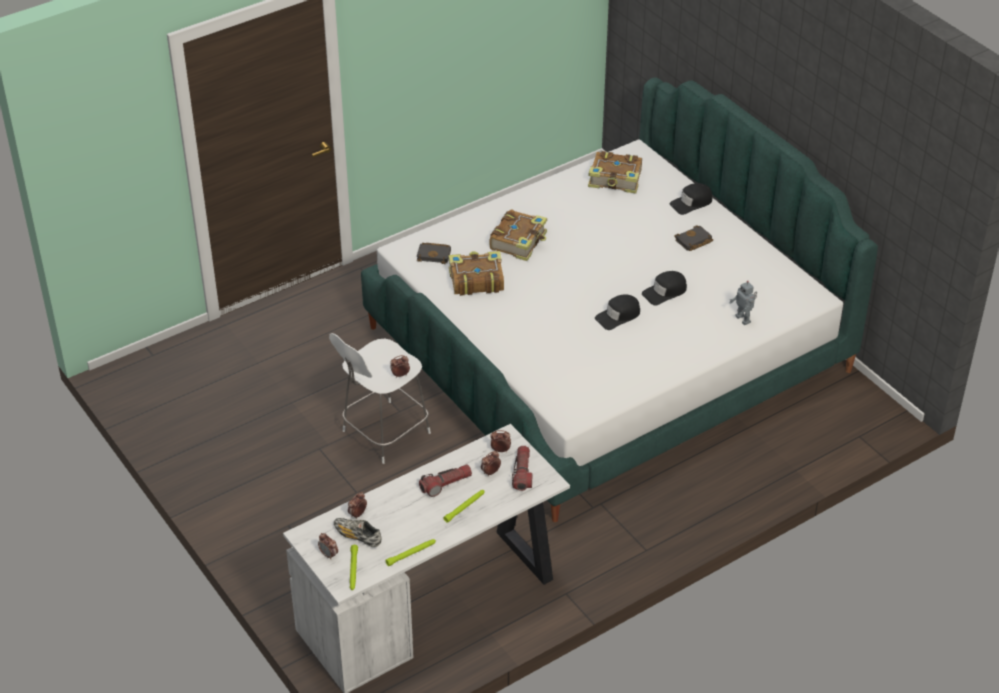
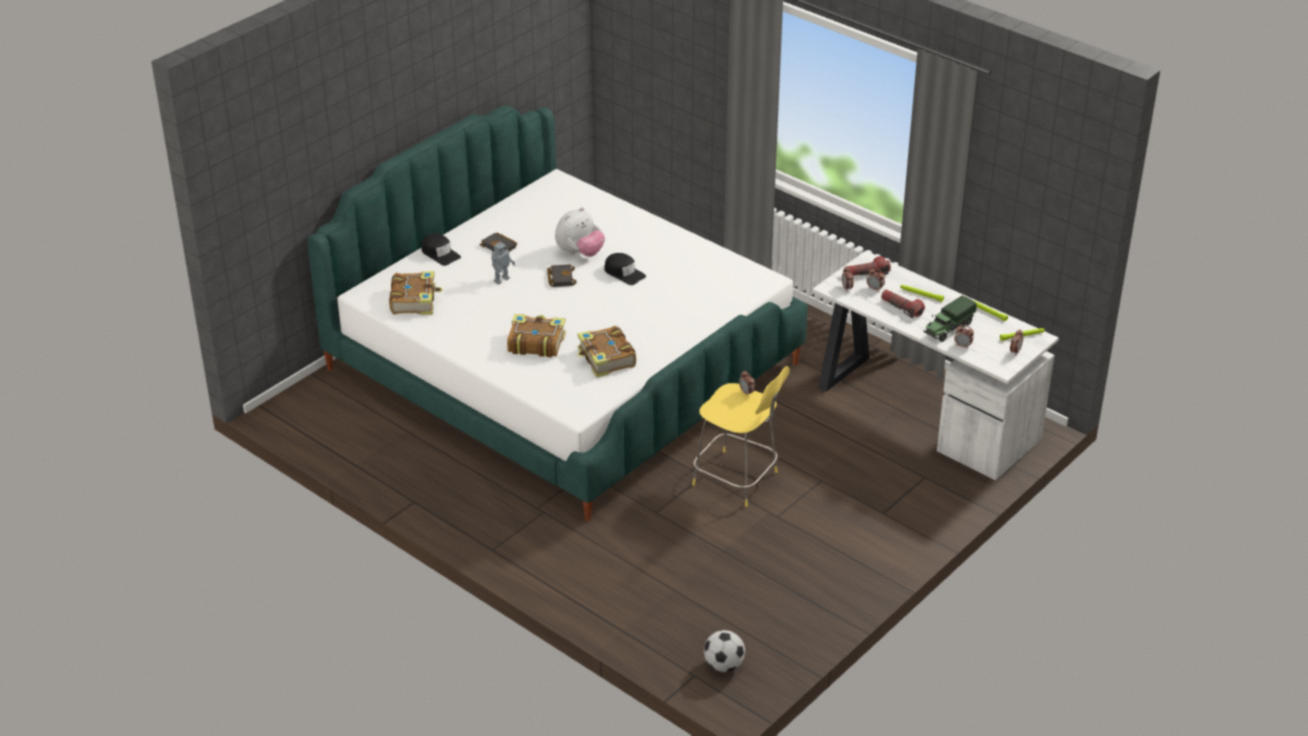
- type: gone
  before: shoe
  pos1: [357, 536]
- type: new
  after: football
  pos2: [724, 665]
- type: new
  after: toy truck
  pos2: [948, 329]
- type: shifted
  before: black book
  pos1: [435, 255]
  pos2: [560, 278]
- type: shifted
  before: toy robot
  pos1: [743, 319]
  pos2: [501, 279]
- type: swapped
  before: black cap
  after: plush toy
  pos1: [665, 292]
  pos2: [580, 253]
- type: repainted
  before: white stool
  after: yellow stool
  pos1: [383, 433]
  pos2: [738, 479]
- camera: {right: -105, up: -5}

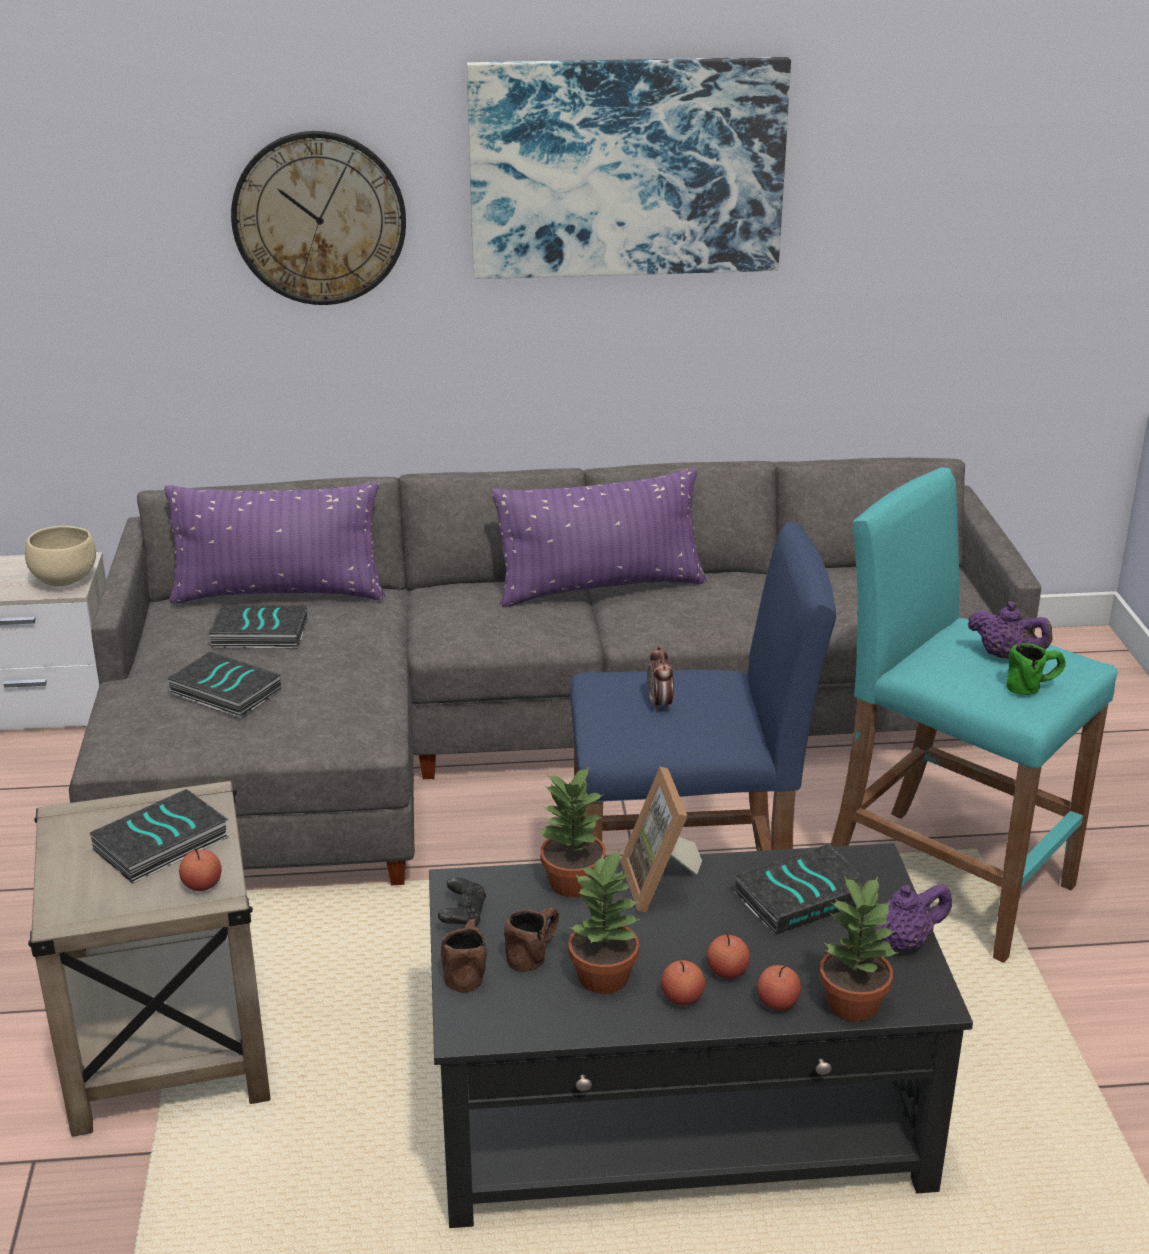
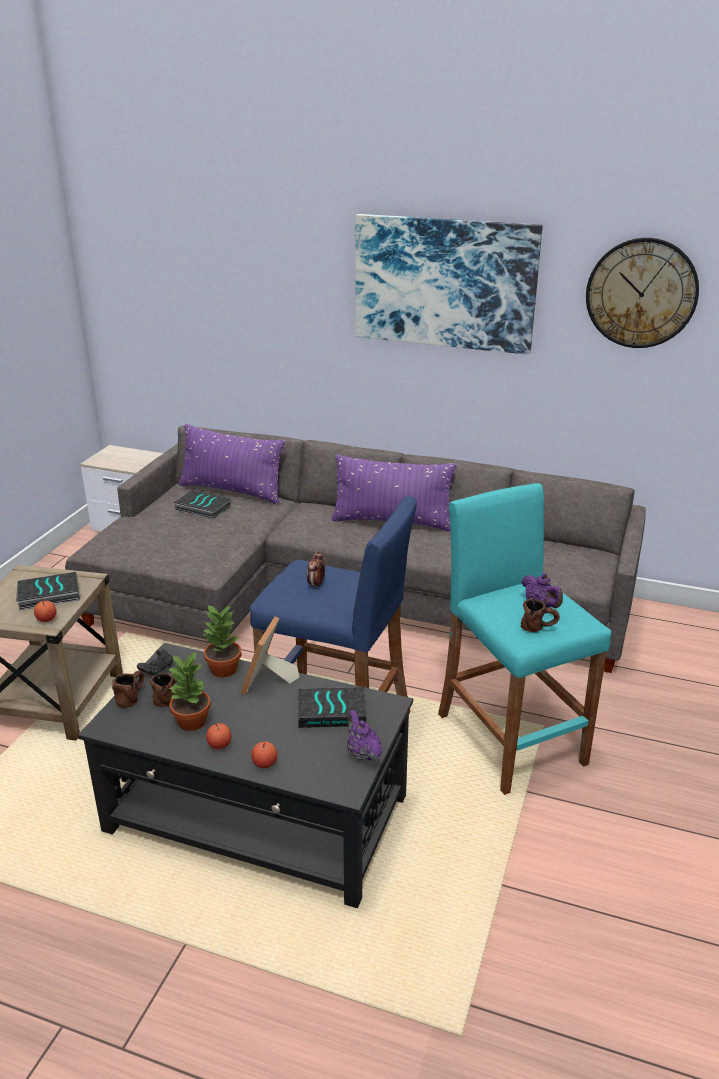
- type: gone
  before: beige bowl
  pos1: [65, 580]
- type: gone
  before: book
  pos1: [223, 692]
- type: gone
  before: apple
  pos1: [727, 971]
- type: gone
  before: potted plant
  pos1: [852, 1002]
- type: shifted
  before: wall clock
  pos1: [319, 218]
  pos2: [641, 293]
- type: repainted
  before: green mug
  after: brown mug
  pos1: [1033, 686]
  pos2: [539, 628]
- type: rotated
  before: purple teapot
  pos1: [902, 943]
  pos2: [362, 754]
  turn: -120
- camera: {right: 25, up: 0}

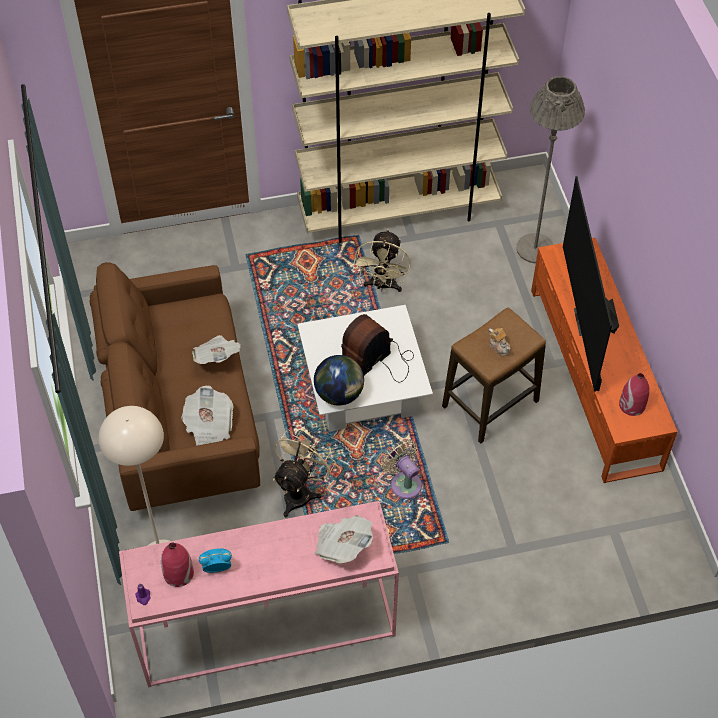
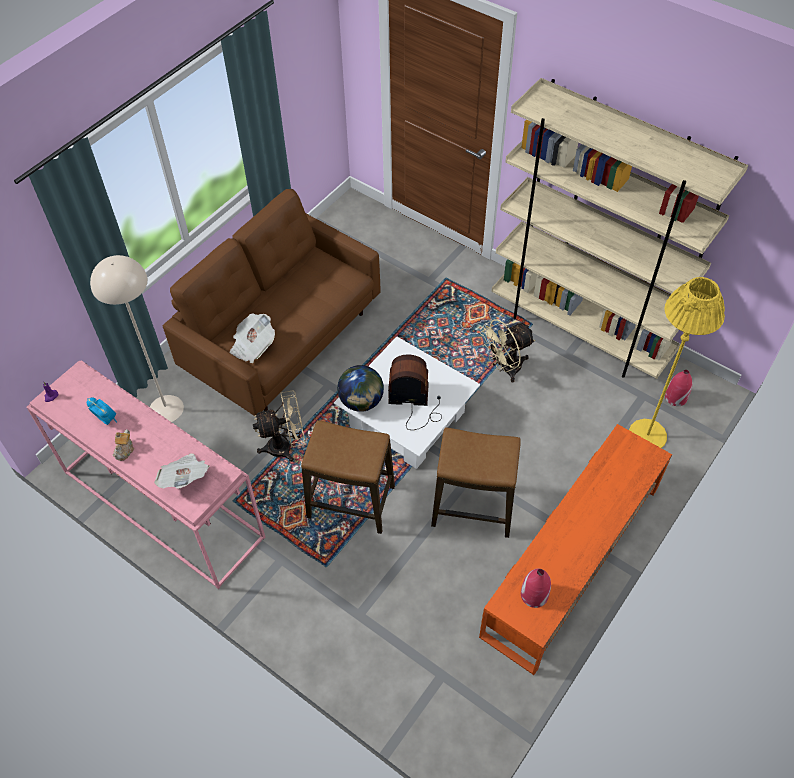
- type: gone
  before: newspaper
  pos1: [217, 357]
- type: gone
  before: television
  pos1: [588, 321]
- type: shifted
  before: red vase
  pos1: [178, 573]
  pos2: [675, 397]
- type: shifted
  before: teapot
  pos1: [499, 346]
  pos2: [125, 450]
- type: swapped
  before: beige fan
  after: stool
  pos1: [404, 483]
  pos2: [350, 502]
- type: repainted
  before: grey floor lamp
  after: yellow floor lamp
  pos1: [535, 248]
  pos2: [647, 435]
- camera: {right: 50, up: 0}

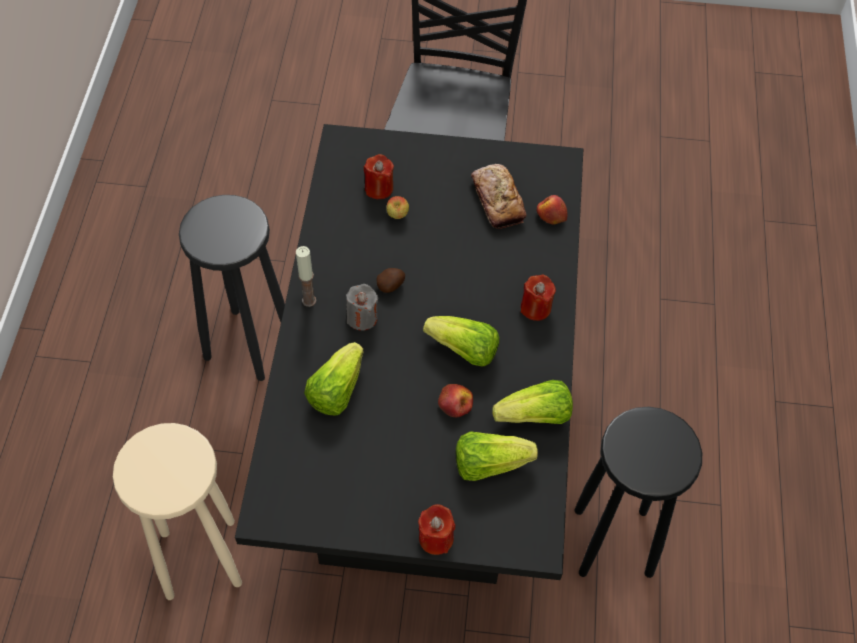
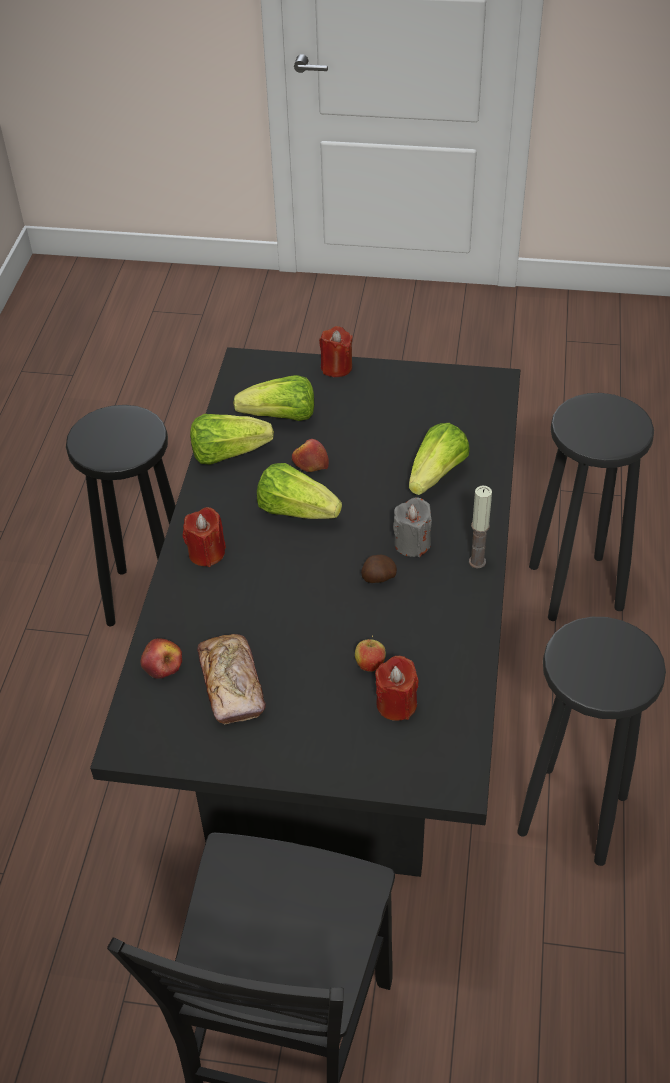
- type: repainted
  before: beige stool
  after: black stool
  pos1: [202, 558]
  pos2: [574, 587]
- camera: {right: -175, up: -10}

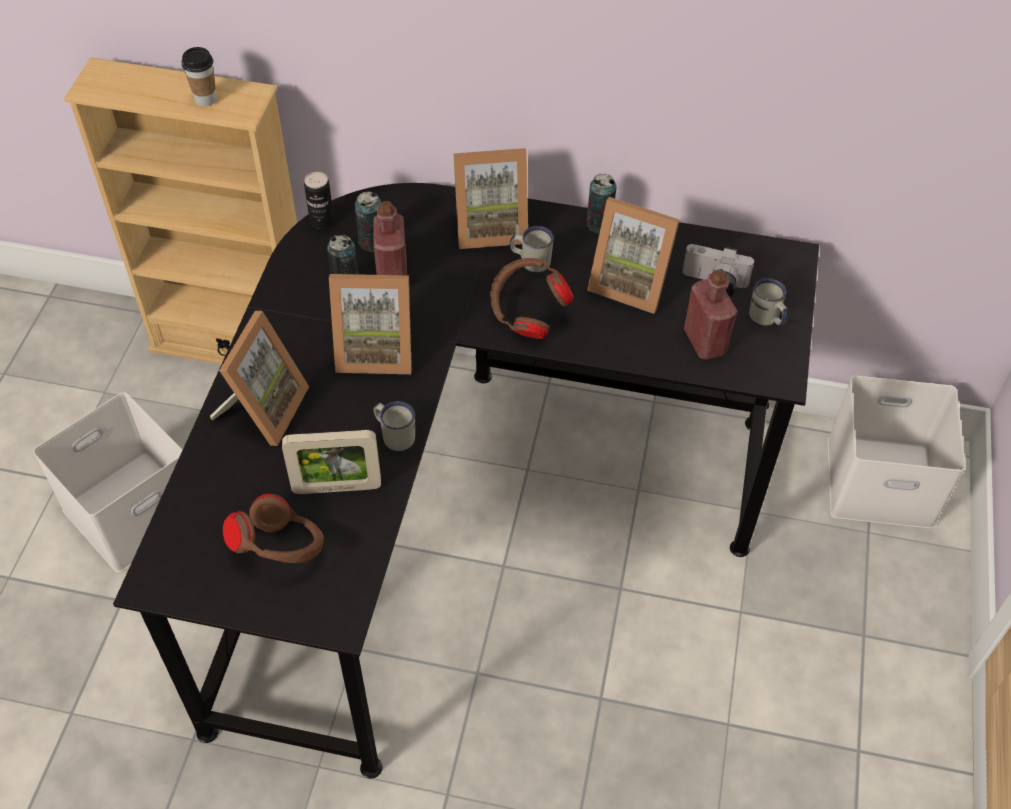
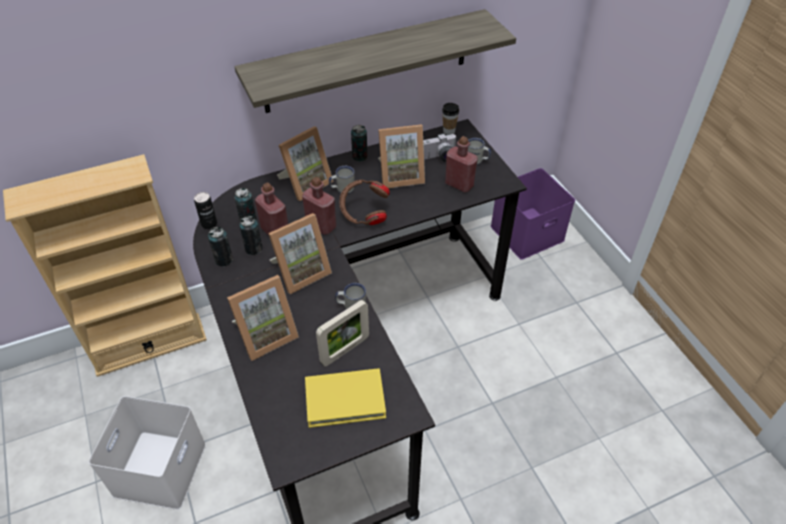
- type: new
  after: can
  pos2: [224, 260]
- type: new
  after: shelf
  pos2: [367, 61]
- type: new
  after: red bottle
  pos2: [321, 225]
- type: shifted
  before: cup
  pos1: [205, 99]
  pos2: [449, 131]
- type: swapped
  before: brown headphones
  after: yellow book
  pos1: [281, 550]
  pos2: [345, 399]
- type: repainted
  before: white storage box
  after: purple storage box
  pos1: [877, 483]
  pos2: [526, 234]
- type: rotated
  before: picture frame
  pos1: [263, 409]
  pos2: [265, 335]
  turn: 75
- camera: {right: -35, up: -5}

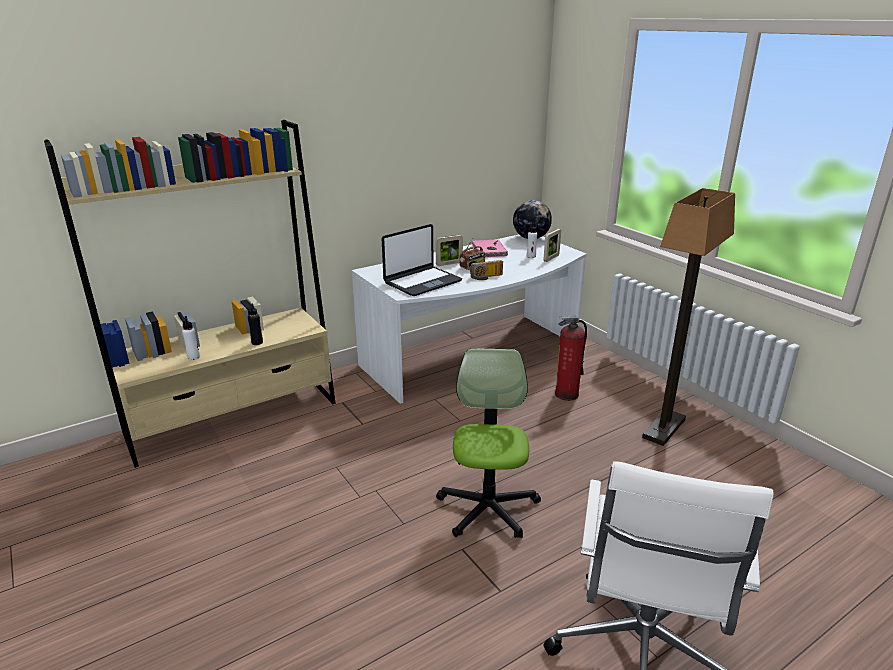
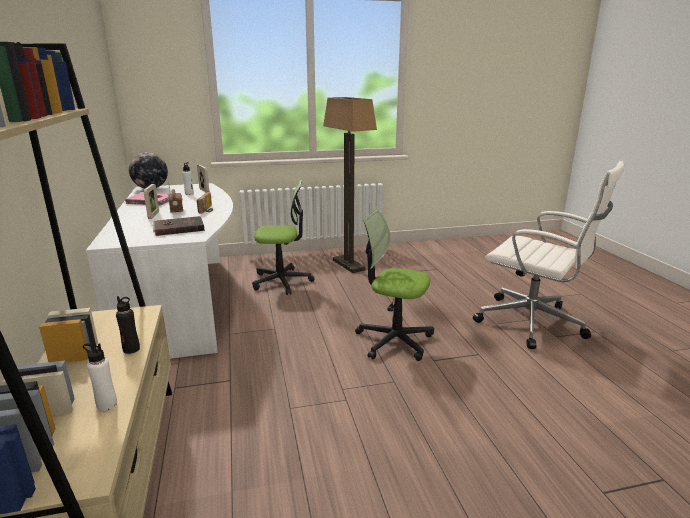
- type: swapped
  before: laptop
  after: brown book
  pos1: [422, 282]
  pos2: [178, 228]
- type: swapped
  before: fire extinguisher
  after: office chair
  pos1: [566, 394]
  pos2: [282, 281]
- camera: {right: -70, up: -5}

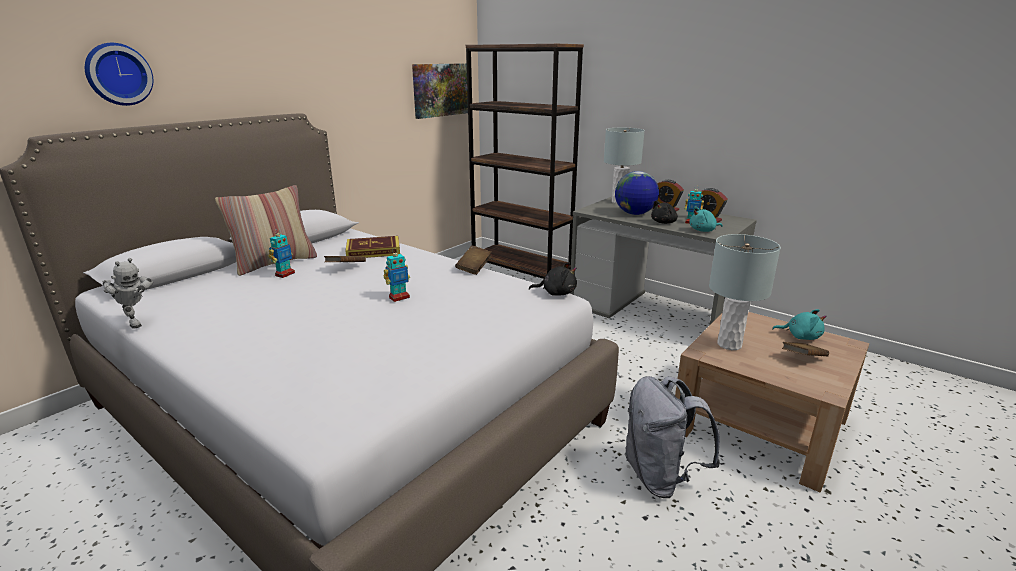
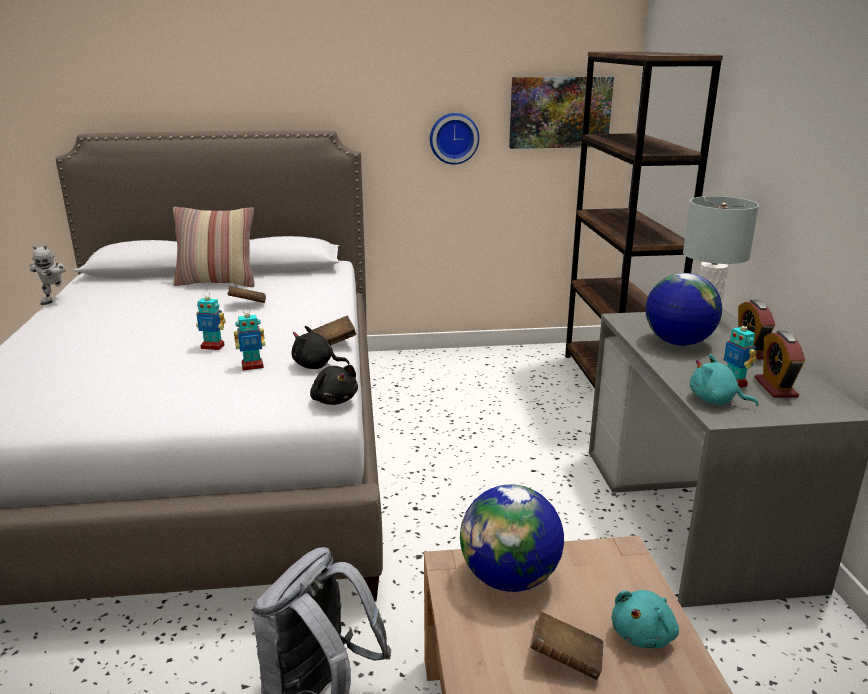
- type: gone
  before: book
  pos1: [373, 251]
- type: shifted
  before: wall clock
  pos1: [118, 74]
  pos2: [453, 138]
- type: shifted
  before: toy robot
  pos1: [284, 274]
  pos2: [252, 366]
- type: shifted
  before: black plush toy
  pos1: [664, 222]
  pos2: [316, 366]
- type: swapped
  before: grey table lamp
  after: globe
  pos1: [729, 344]
  pos2: [509, 578]
- type: rotated
  before: turquoise plush toy
  pos1: [800, 336]
  pos2: [644, 634]
  turn: 60
- camera: {right: 45, up: 0}

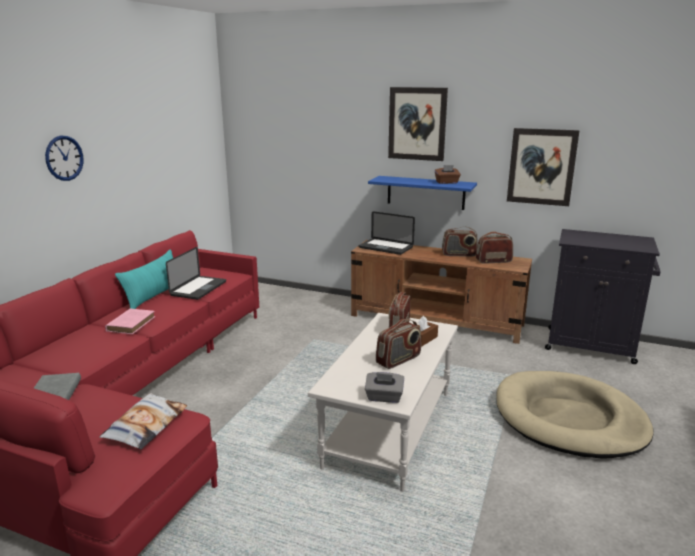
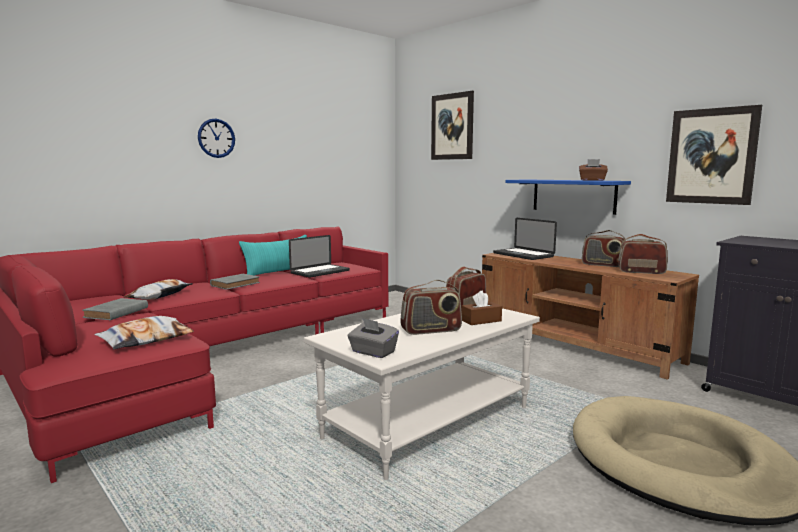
- type: new
  after: pillow
  pos2: [159, 295]
- type: shifted
  before: picture
  pos1: [417, 124]
  pos2: [452, 126]
- type: repainted
  before: pink book
  after: grey book
  pos1: [132, 323]
  pos2: [236, 284]
- camera: {right: 25, up: -10}

